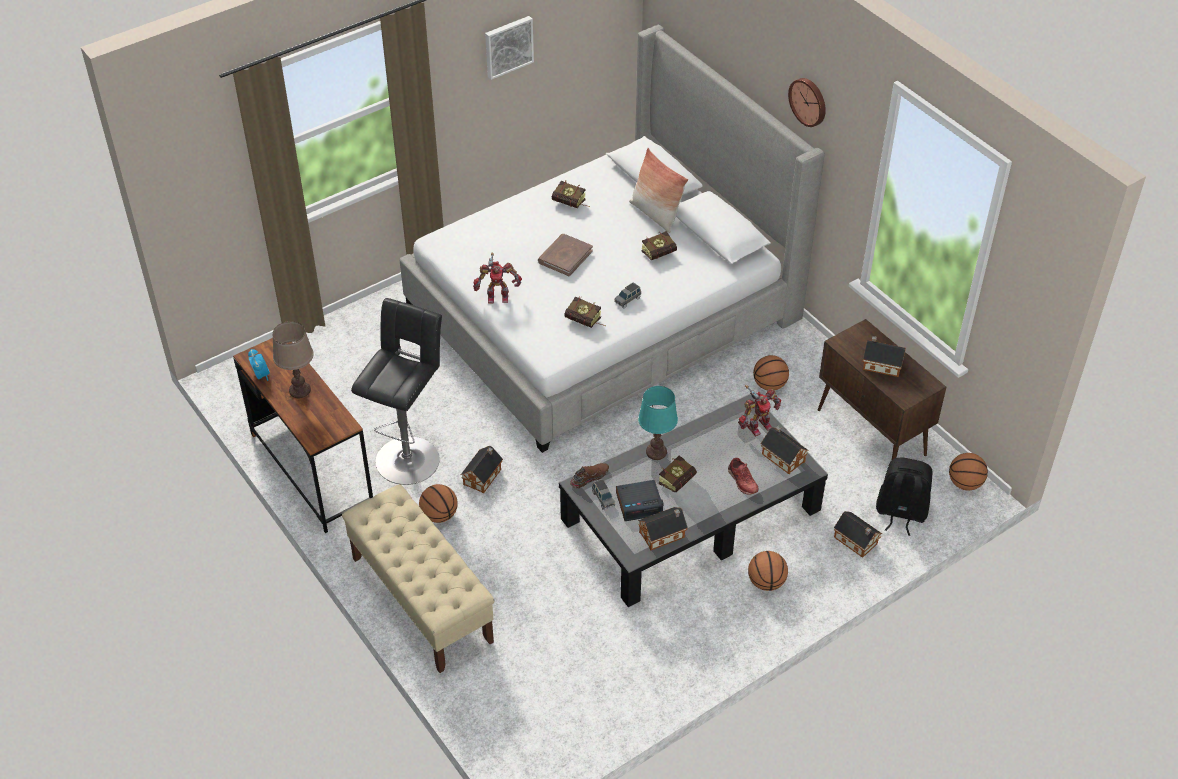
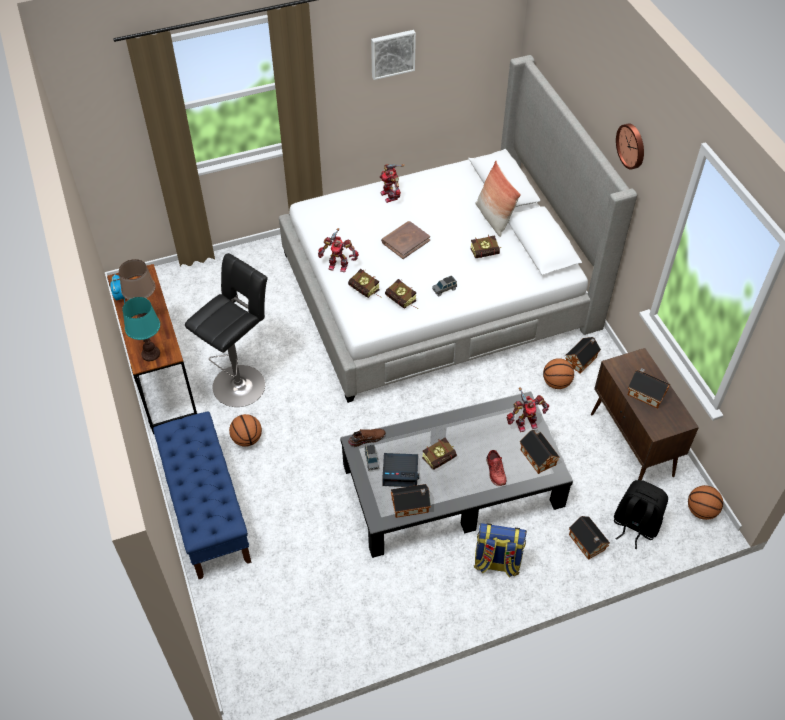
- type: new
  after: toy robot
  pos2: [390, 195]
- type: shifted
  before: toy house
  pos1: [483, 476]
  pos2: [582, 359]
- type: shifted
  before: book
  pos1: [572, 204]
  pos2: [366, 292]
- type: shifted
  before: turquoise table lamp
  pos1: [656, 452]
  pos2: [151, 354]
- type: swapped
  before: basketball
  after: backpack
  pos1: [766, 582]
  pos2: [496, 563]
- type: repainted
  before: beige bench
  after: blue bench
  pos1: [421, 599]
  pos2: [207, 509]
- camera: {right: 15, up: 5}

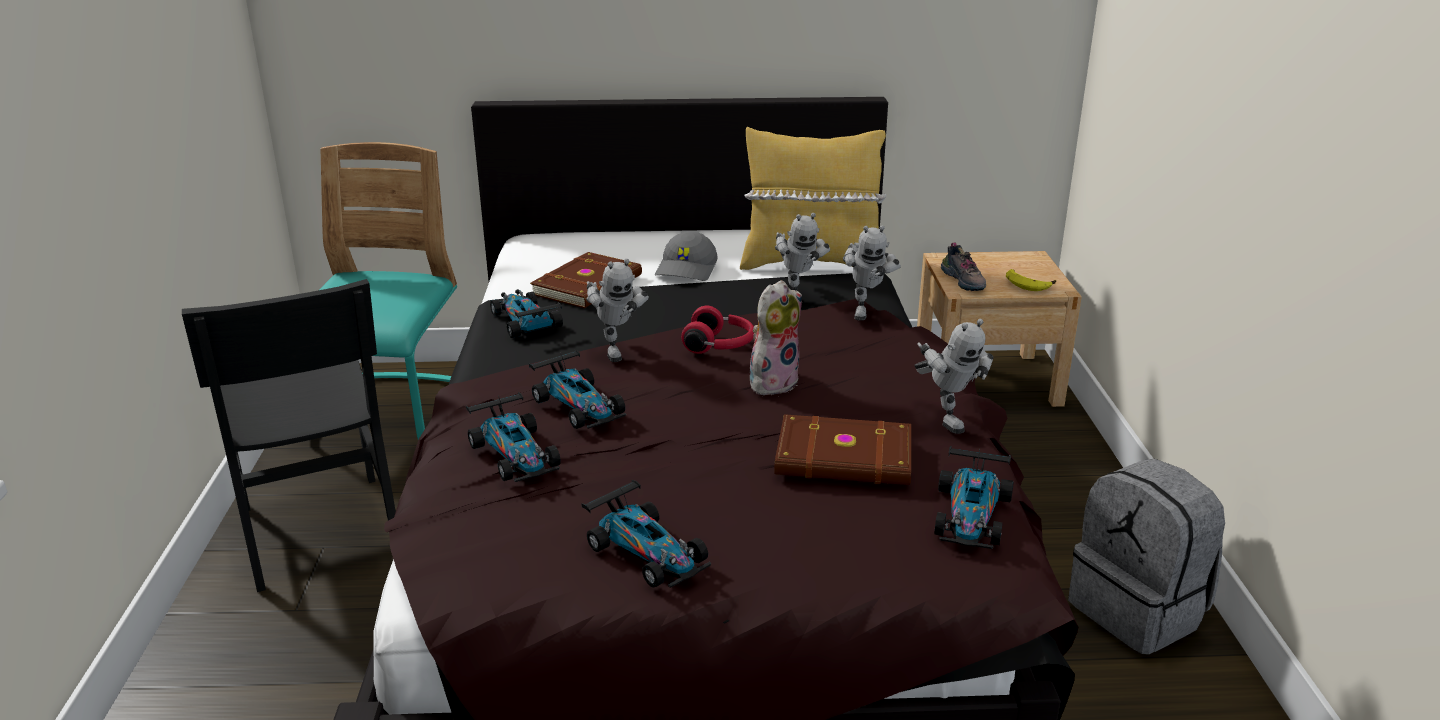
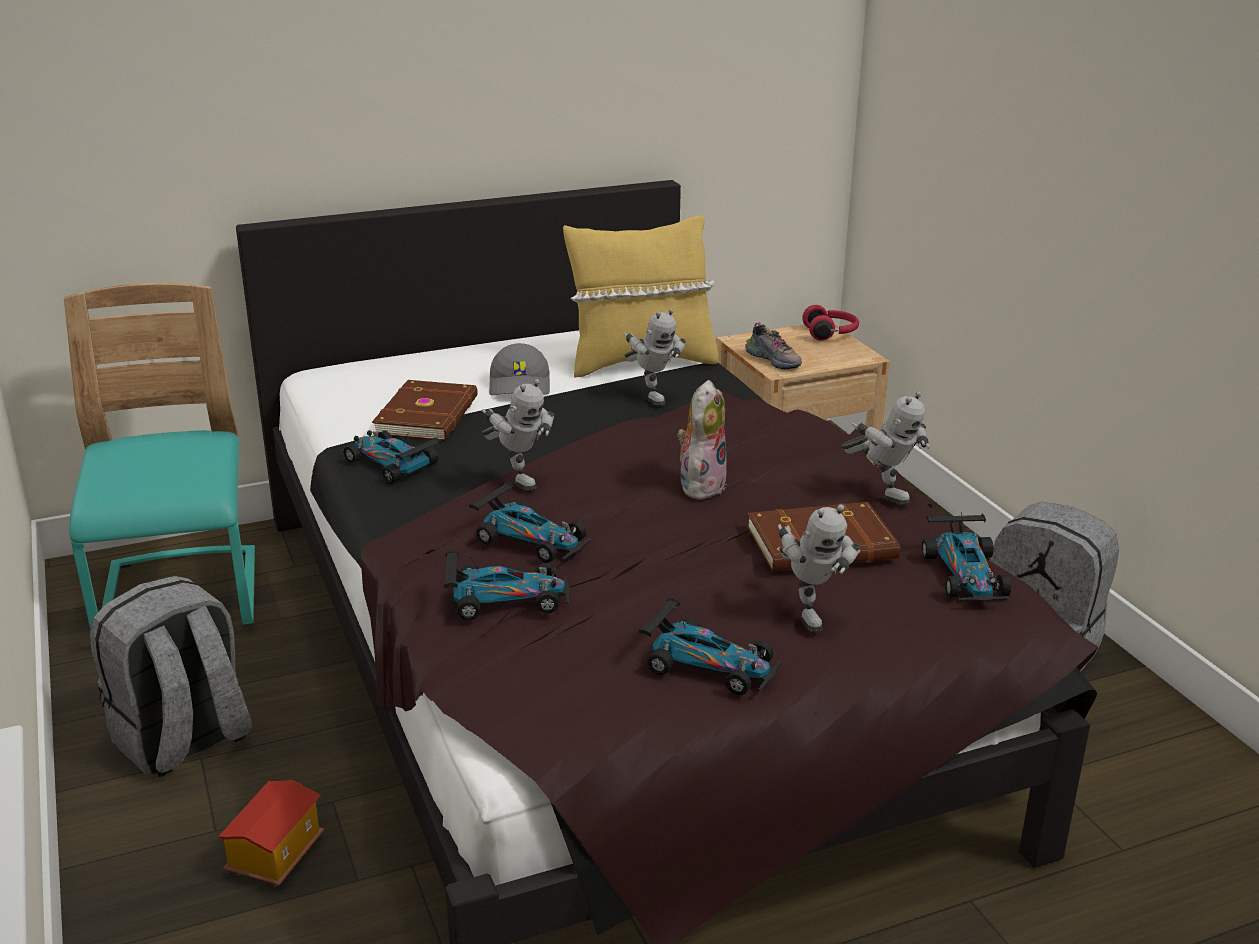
- type: gone
  before: banana
  pos1: [1029, 284]
- type: new
  after: toy house
  pos2: [275, 855]
- type: shifted
  before: red headphones
  pos1: [720, 346]
  pos2: [831, 333]
- type: shifted
  before: toy robot
  pos1: [865, 310]
  pos2: [808, 611]
- type: swapped
  before: black chair
  after: grey backpack
  pos1: [319, 530]
  pos2: [183, 741]
- type: rotated
  before: toy car
  pos1: [516, 454]
  pos2: [506, 598]
  turn: -45
- camera: {right: -20, up: 0}

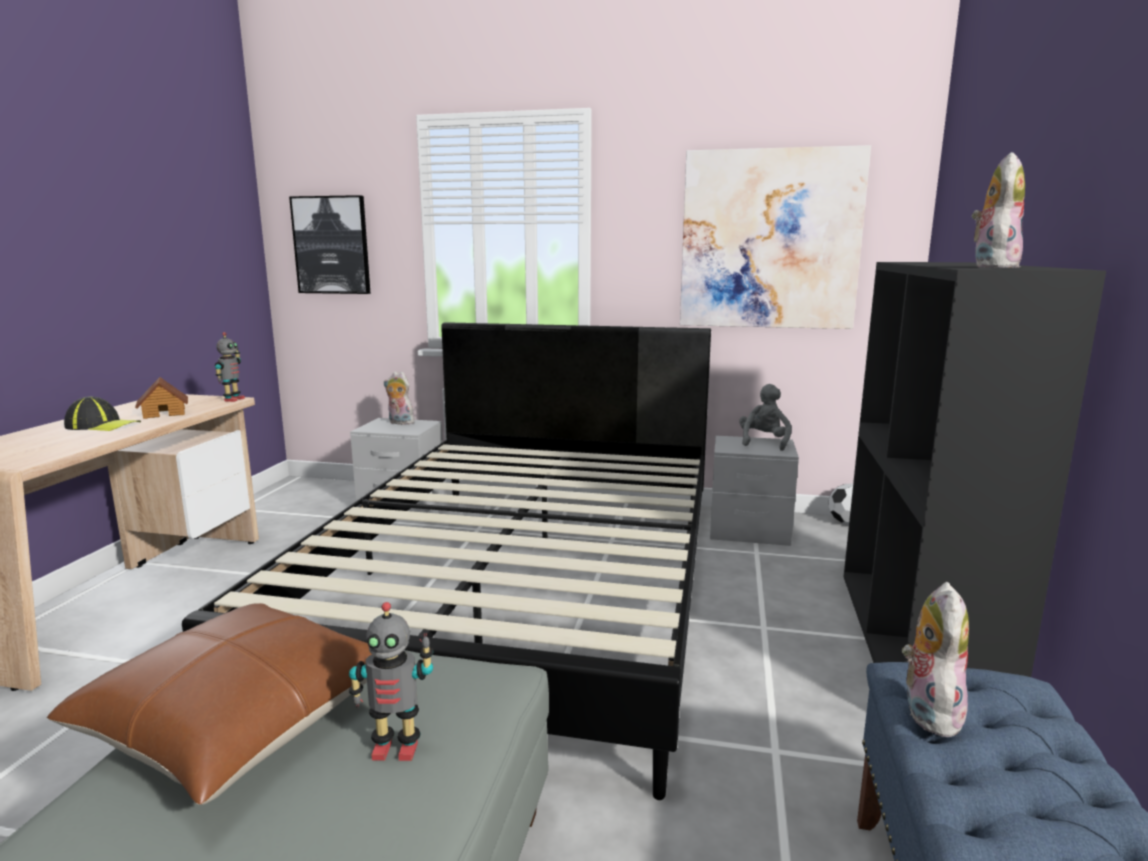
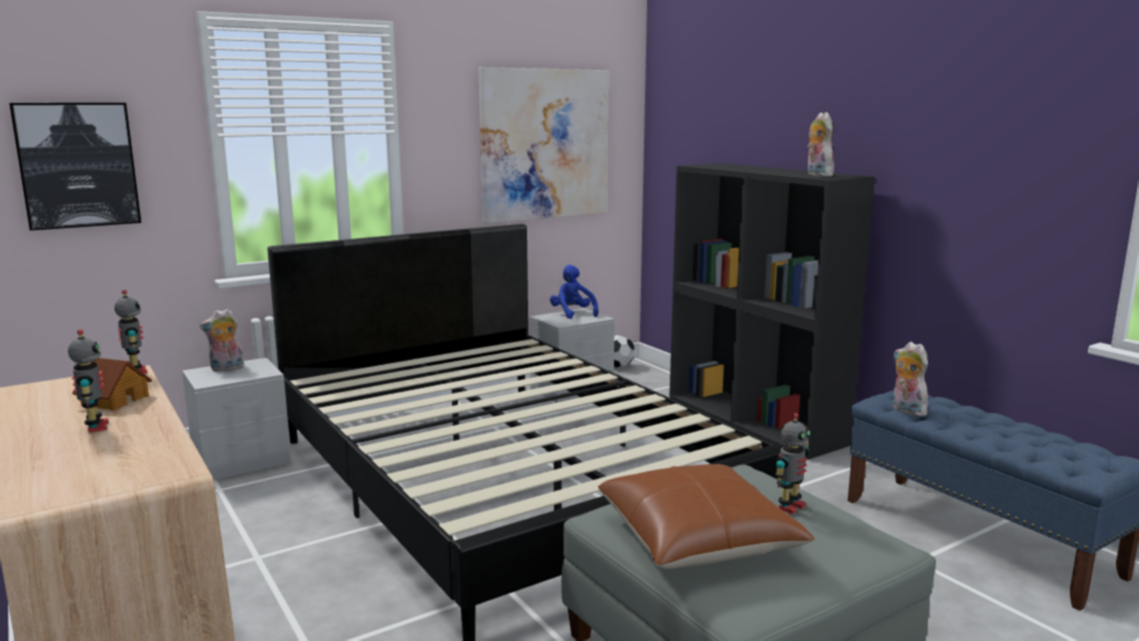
- type: swapped
  before: cap
  after: toy robot
  pos1: [103, 425]
  pos2: [95, 427]
- type: repainted
  before: grey plush toy
  after: blue plush toy
  pos1: [764, 442]
  pos2: [572, 314]
- camera: {right: -45, up: 0}

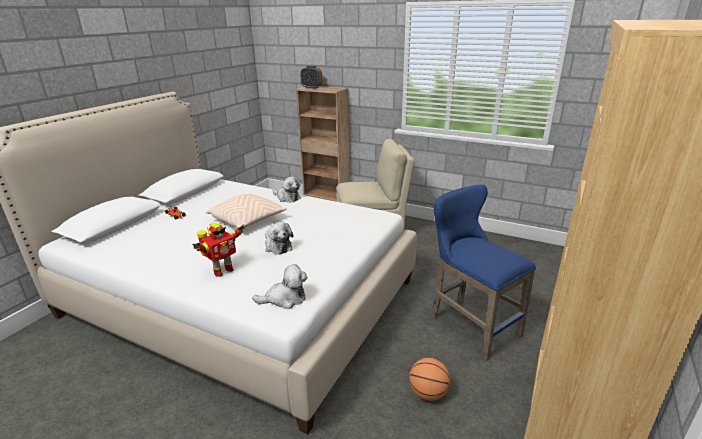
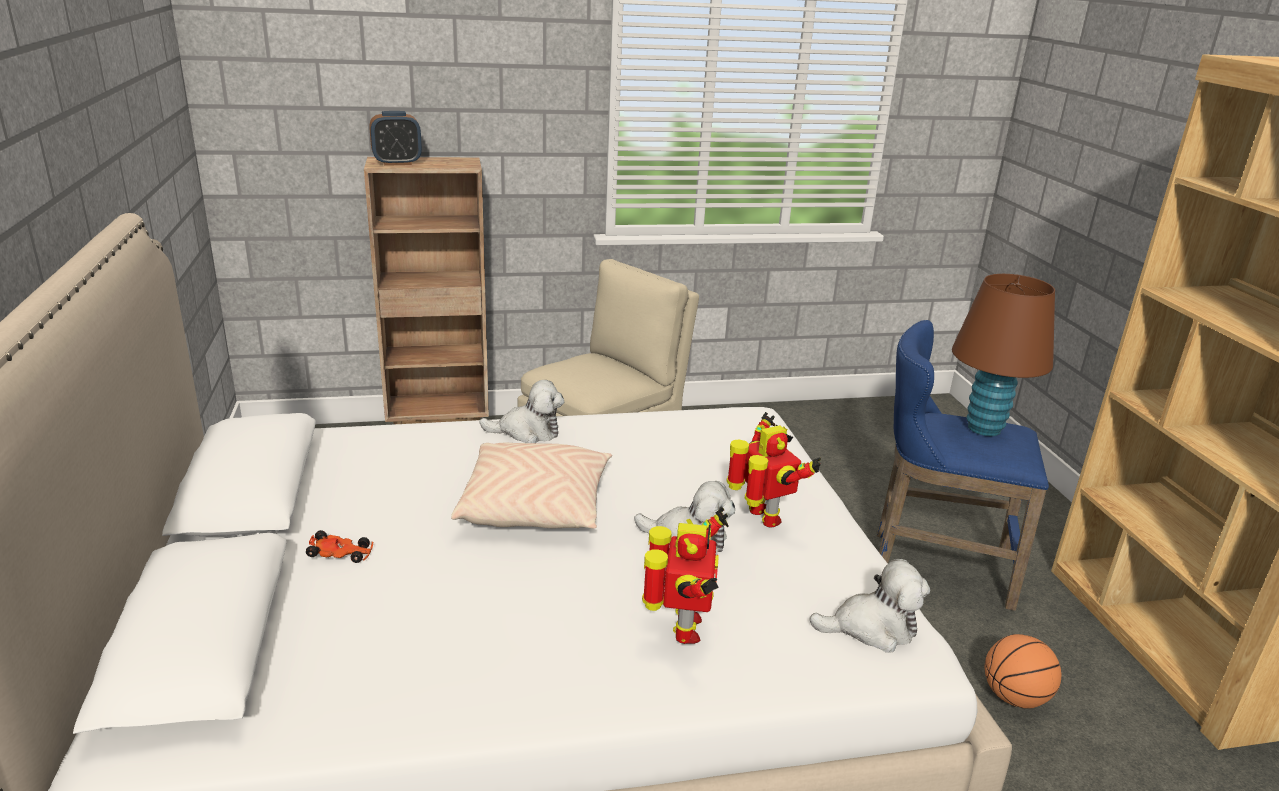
- type: new
  after: toy robot
  pos2: [762, 518]
- type: new
  after: brown table lamp
  pos2: [984, 428]
- type: rotated
  before: plush toy
  pos1: [285, 299]
  pos2: [871, 628]
  turn: 45
- camera: {right: -40, up: 0}

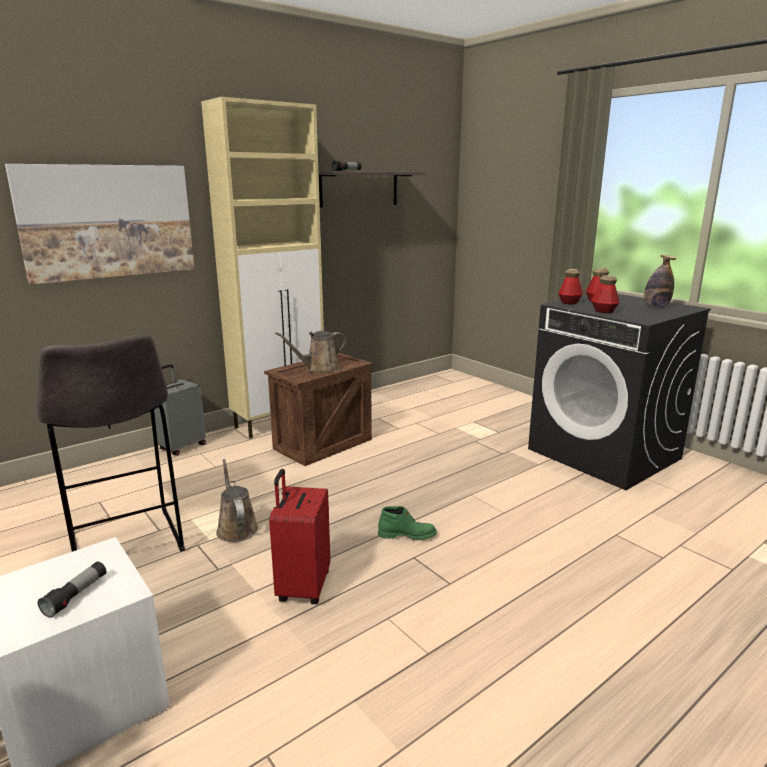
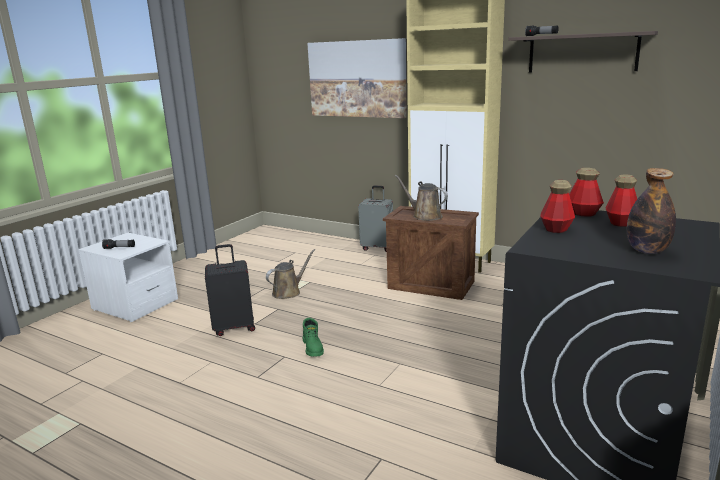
- type: gone
  before: grey stool
  pos1: [126, 545]
- type: repainted
  before: red suitcase
  after: black suitcase
  pos1: [302, 587]
  pos2: [234, 327]
- camera: {right: 70, up: 0}

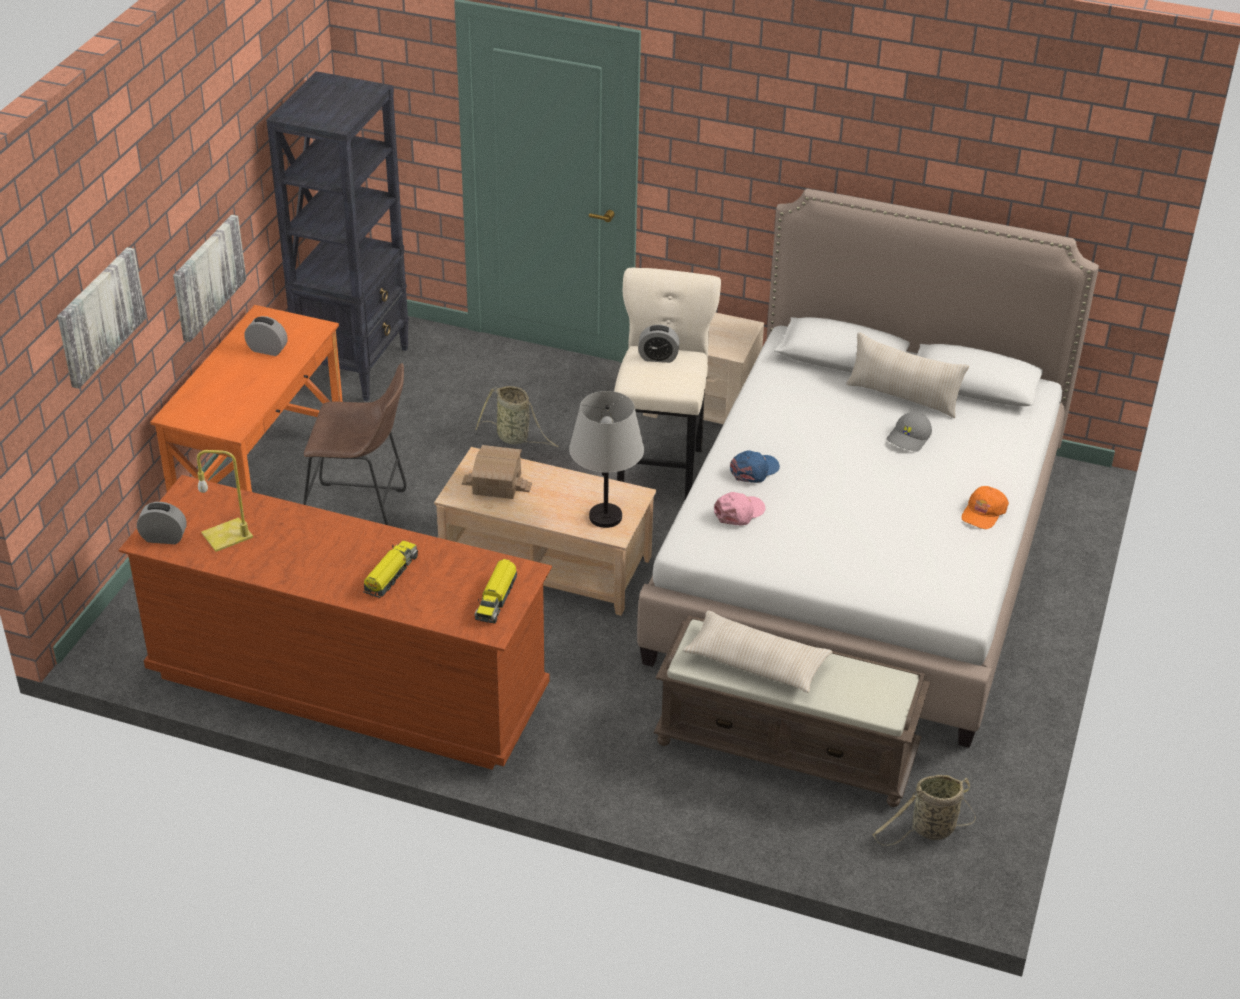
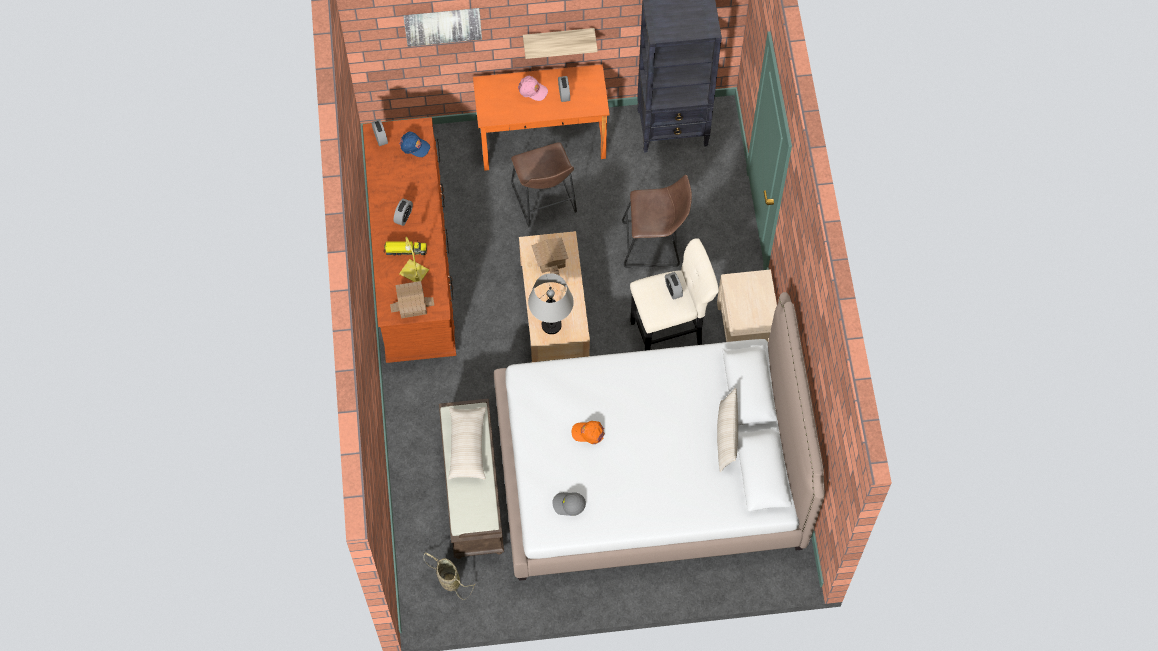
- type: new
  after: alarm clock
  pos2: [403, 217]
- type: shifted
  before: yellow table lamp
  pos1: [228, 534]
  pos2: [415, 272]
- type: shifted
  before: pink cap
  pos1: [739, 512]
  pos2: [532, 90]
- type: shifted
  before: blue cap
  pos1: [754, 470]
  pos2: [414, 146]
- type: shifted
  before: grey cap
  pos1: [909, 438]
  pos2: [568, 505]
- type: shifted
  before: orange cap
  pos1: [983, 512]
  pos2: [588, 433]
- type: swapped
  before: picture
  after: shelf
  pos1: [207, 276]
  pos2: [558, 39]
- type: swapped
  before: toy truck
  after: toy house
  pos1: [496, 598]
  pos2: [412, 305]
- type: swapped
  before: basket
  after: brown stool
  pos1: [515, 438]
  pos2: [655, 244]
- camera: {right: 65, up: 25}

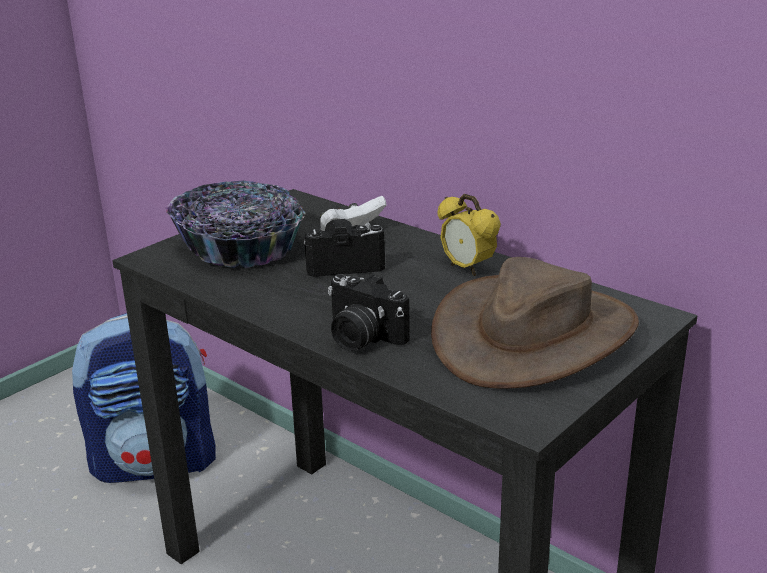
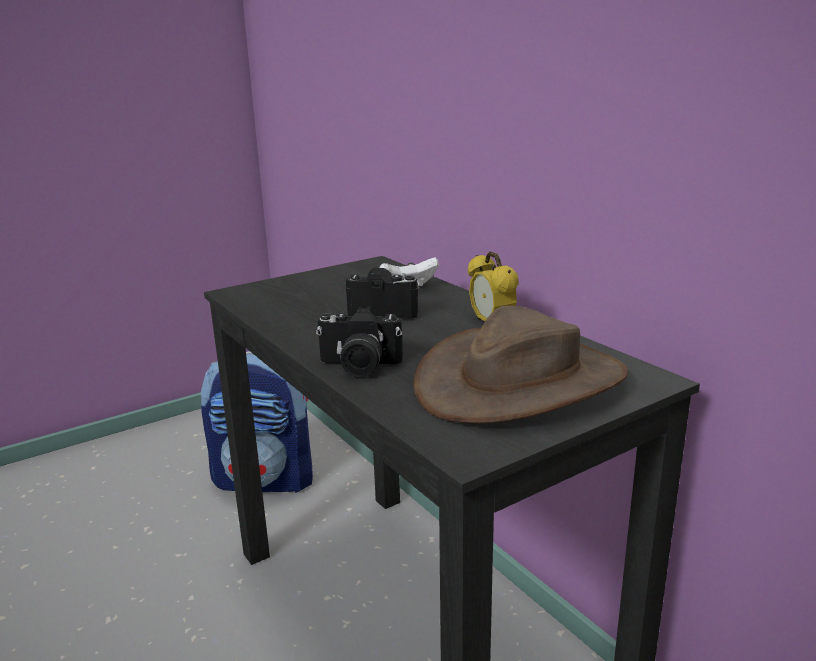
- type: gone
  before: bowl
  pos1: [240, 249]
- type: rotated
  before: photo camera
  pos1: [361, 337]
  pos2: [359, 366]
  turn: -45
- camera: {right: 15, up: -5}

